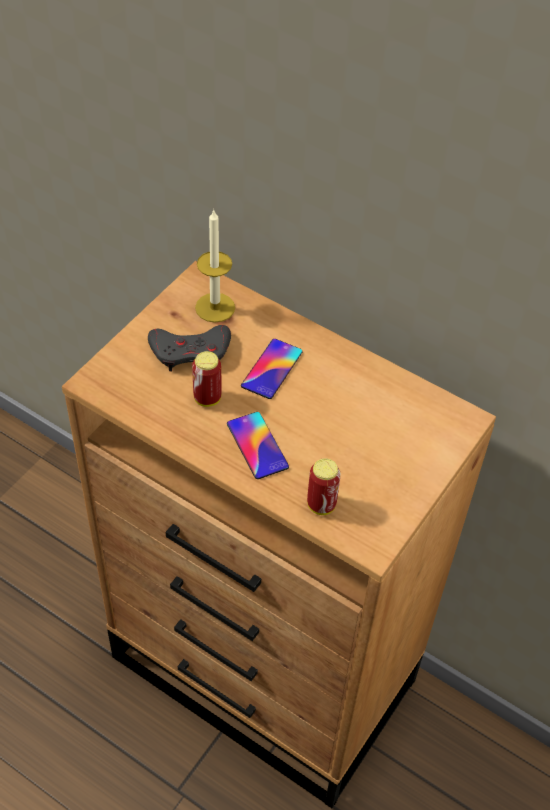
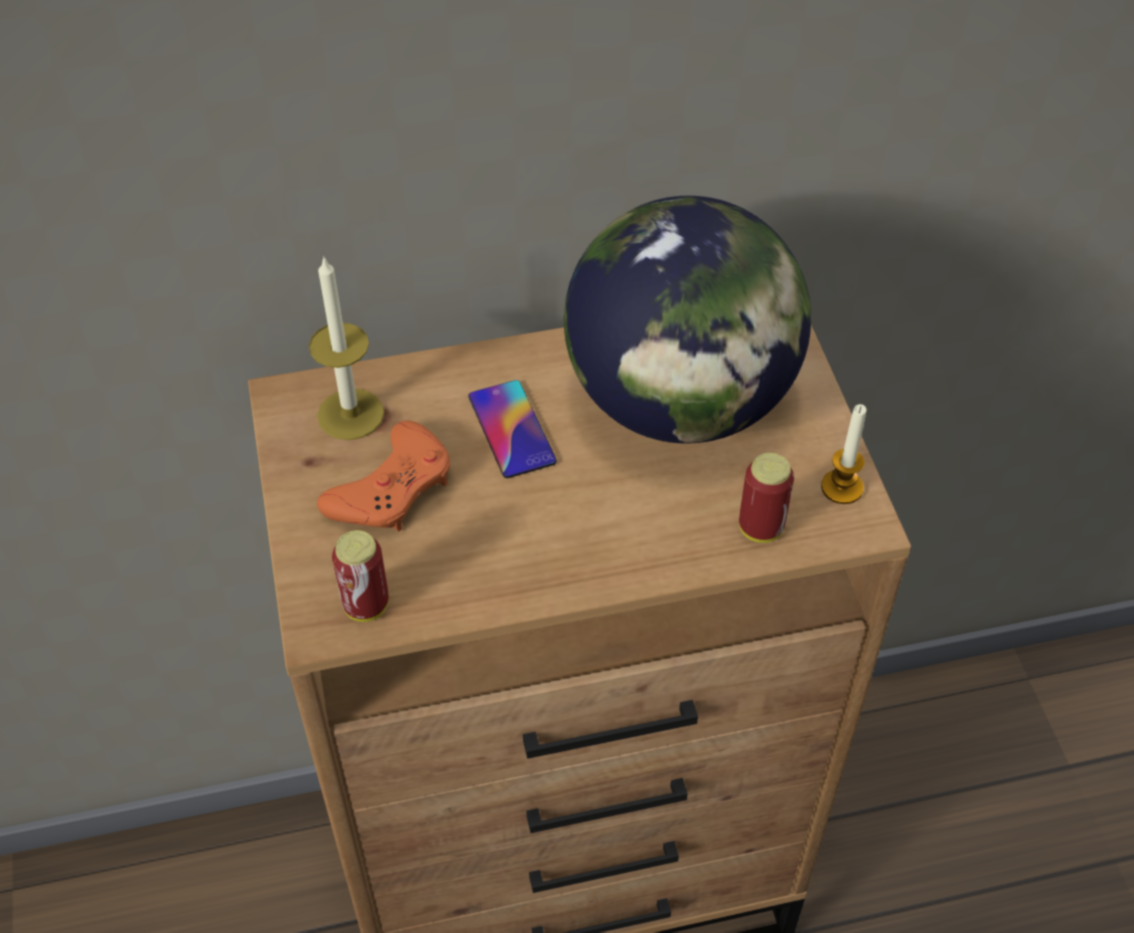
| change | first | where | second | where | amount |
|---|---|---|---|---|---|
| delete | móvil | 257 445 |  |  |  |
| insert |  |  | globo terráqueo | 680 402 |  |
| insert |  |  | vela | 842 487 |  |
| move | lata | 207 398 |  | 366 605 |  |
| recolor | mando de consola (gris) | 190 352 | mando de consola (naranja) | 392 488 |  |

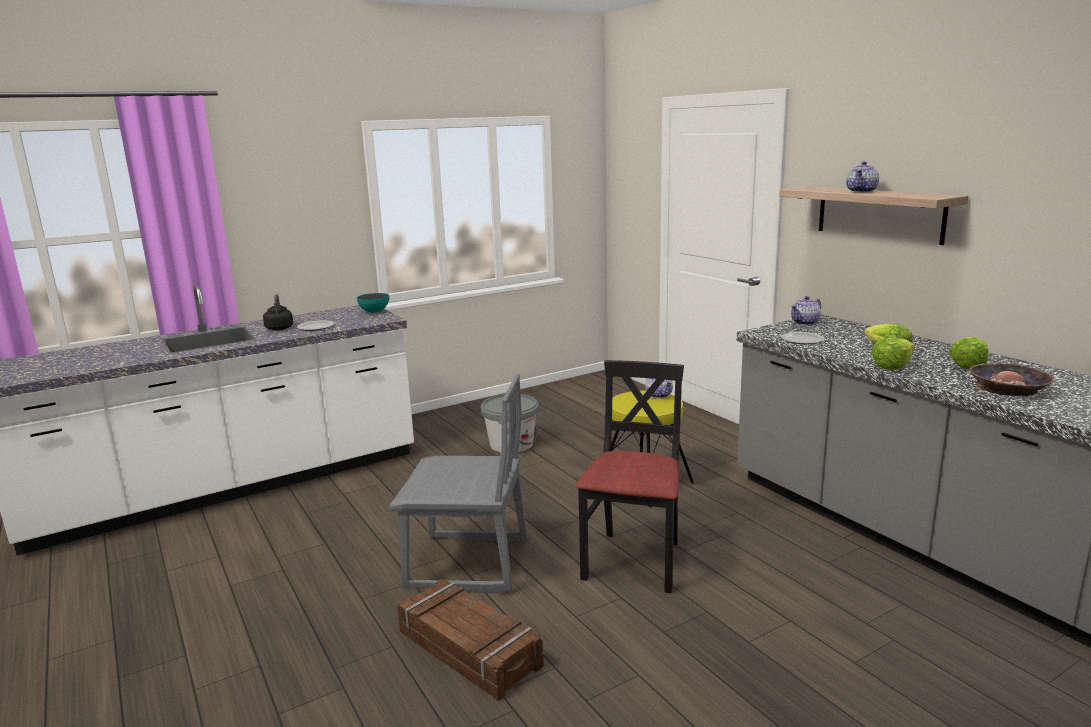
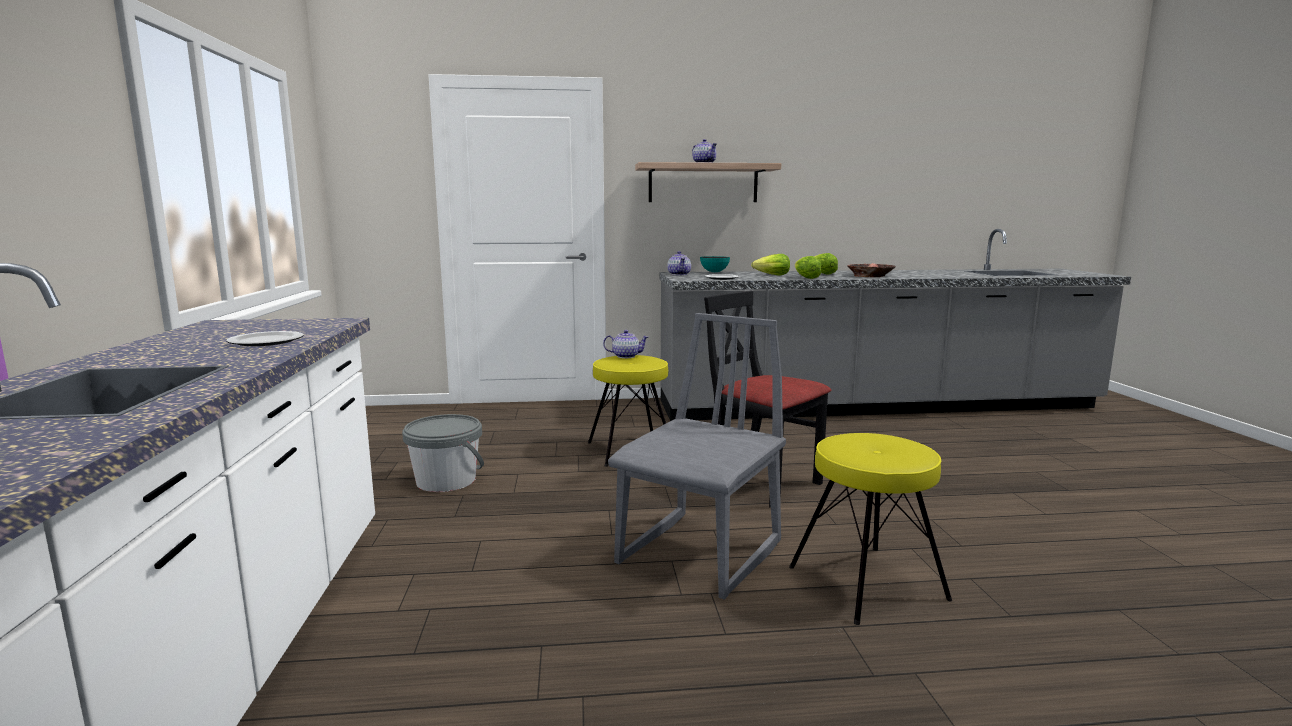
| change | first | where | second | where | amount |
|---|---|---|---|---|---|
| delete | hervidor (negro) | 279 328 |  |  |  |
| move | cuenco | 374 312 |  | 714 272 |  |
| replace | caja de embalaje | 468 649 | taburete (amarillo) | 868 583 |  |

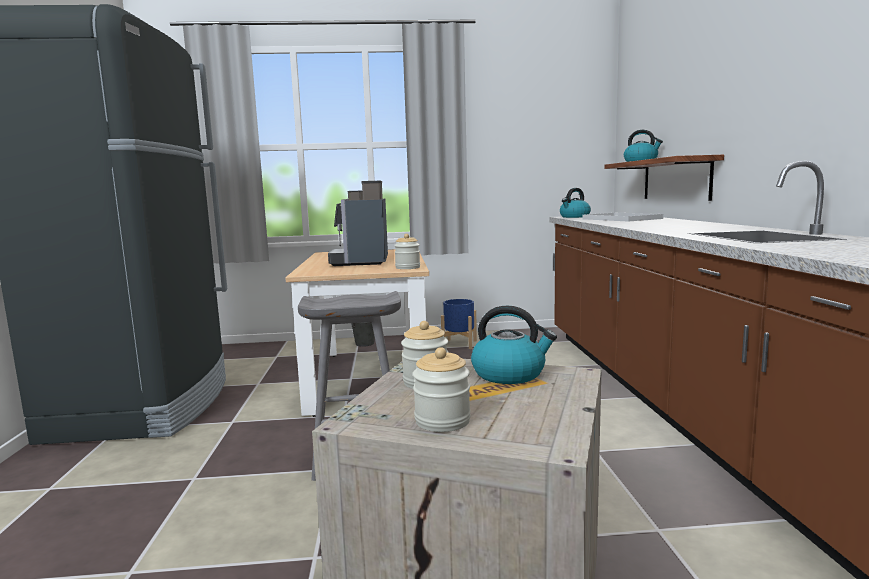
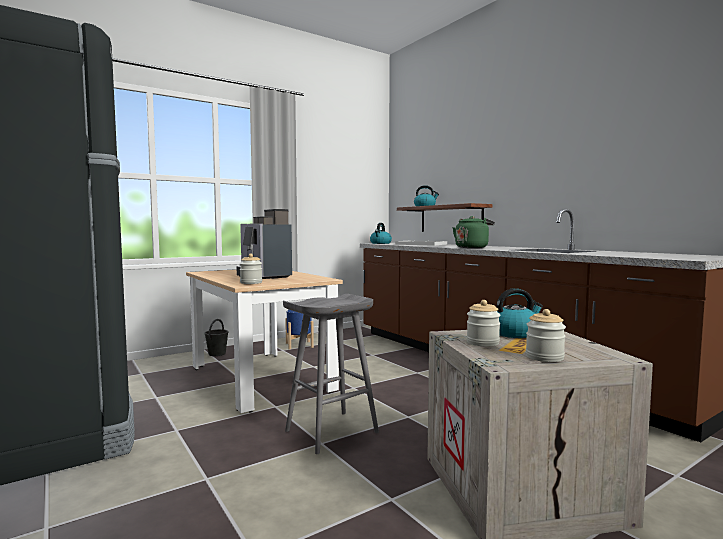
| change | first | where | second | where | amount |
|---|---|---|---|---|---|
| insert |  |  | hervidor (verde) | 472 247 |  |
| move | tarro | 407 267 |  | 251 283 |  |

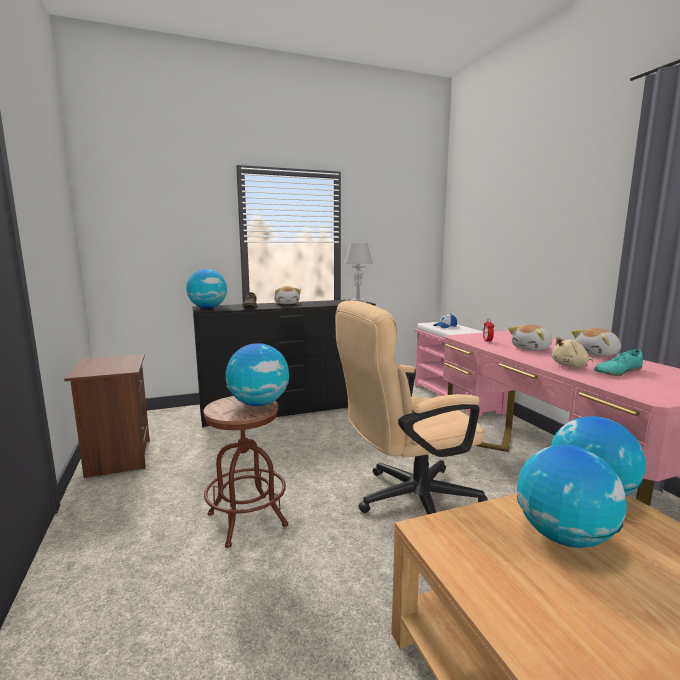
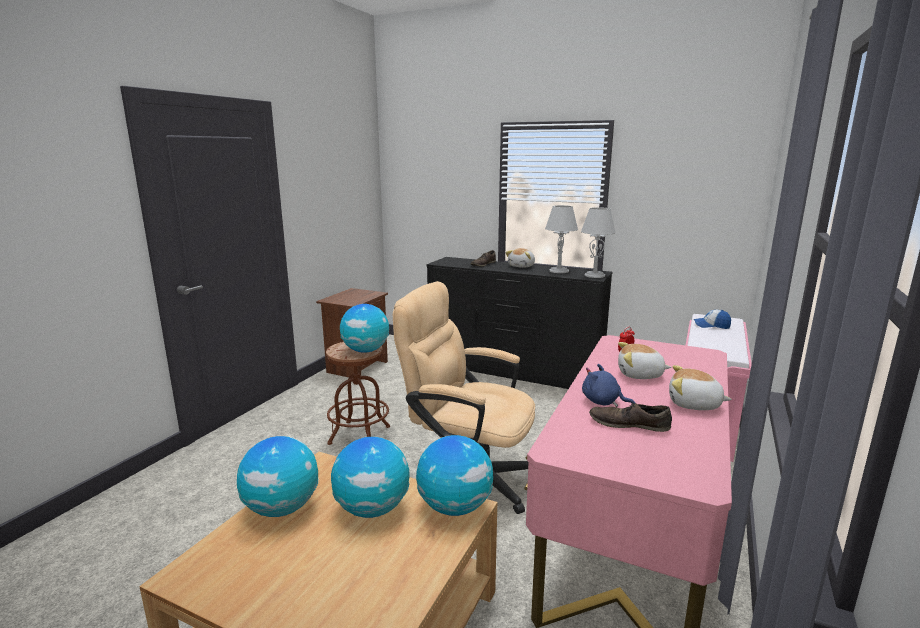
| change | first | where | second | where | amount |
|---|---|---|---|---|---|
| insert |  |  | lámpara de mesa (gris) | 559 271 |  |
| move | globo terráqueo | 208 308 |  | 282 508 |  |
| recolor | peluche (beis) | 571 366 | peluche (azul) | 603 402 |  |
| recolor | zapato (turquesa) | 617 372 | zapato (marrón) | 628 424 |  |

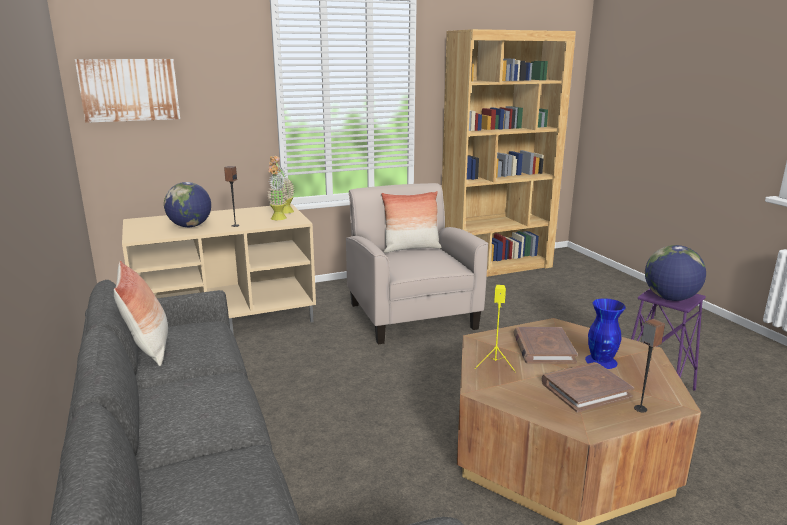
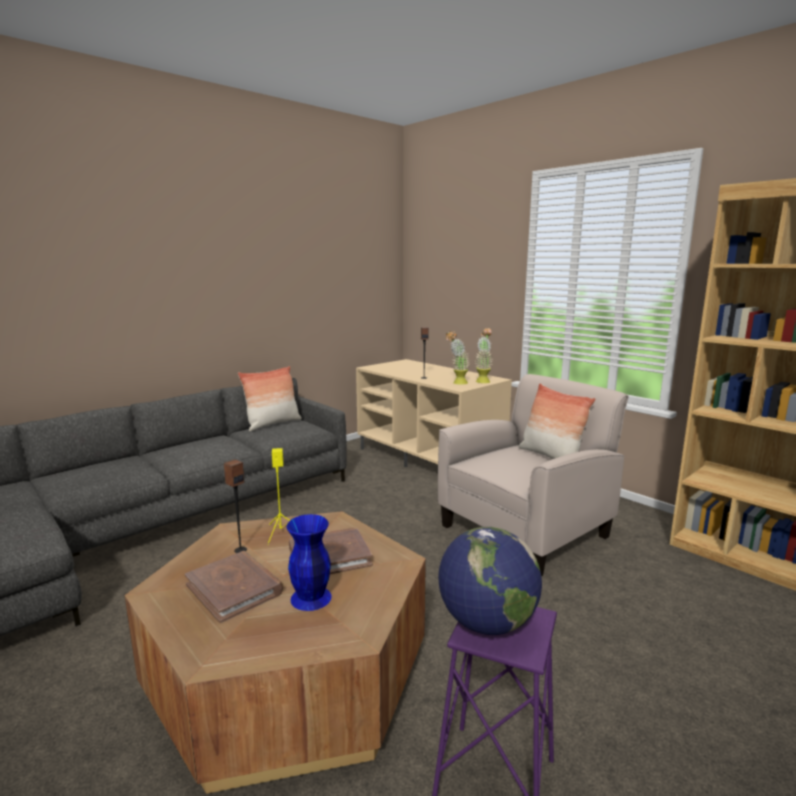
| change | first | where | second | where | amount |
|---|---|---|---|---|---|
| delete | cuadro | 129 90 |  |  |  |
| delete | globo terráqueo | 190 226 |  |  |  |
| move | altavoz | 640 409 |  | 240 550 |  |

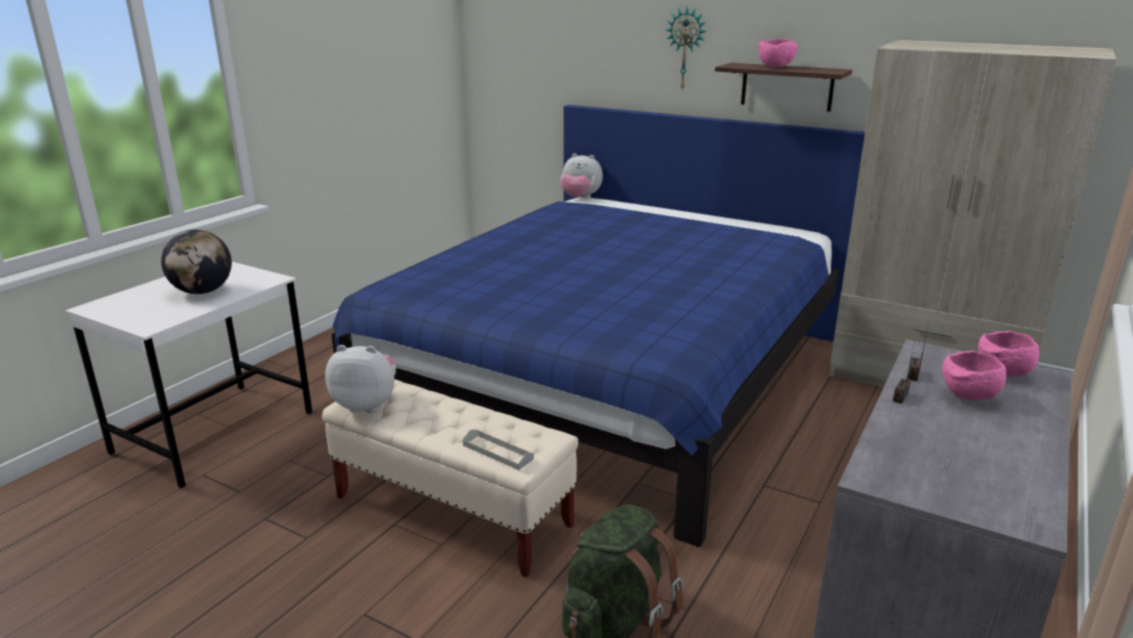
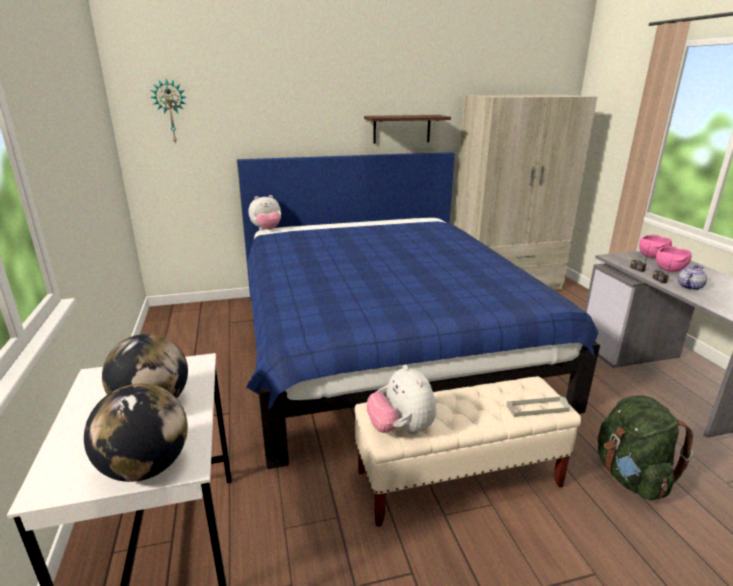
| change | first | where | second | where | amount |
|---|---|---|---|---|---|
| delete | cuenco (rosa) | 776 67 |  |  |  |
| insert |  |  | globo terráqueo | 146 467 |  |
| insert |  |  | tetera | 689 287 |  |
| move | reloj de pared | 686 49 |  | 171 111 |  |
| rotate | peluche | 367 405 |  | 401 429 | 75 degrees counterclockwise |

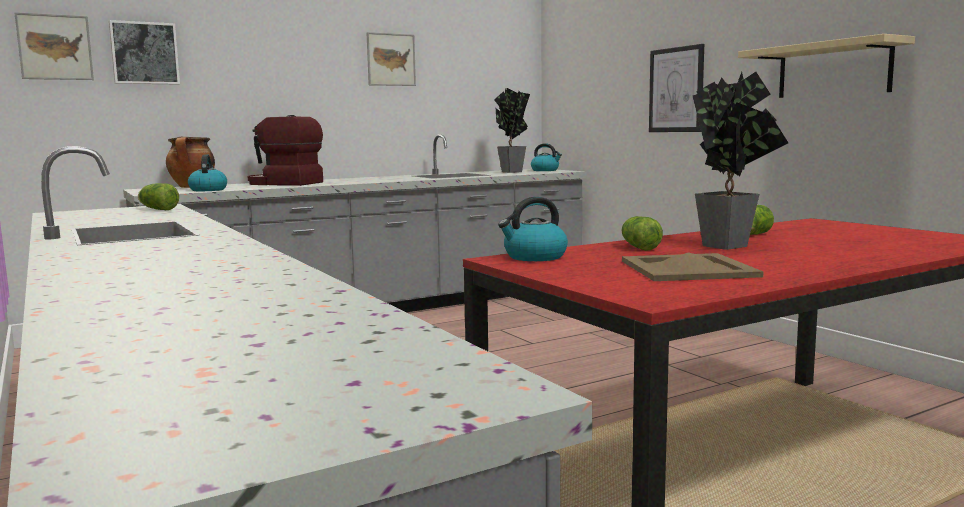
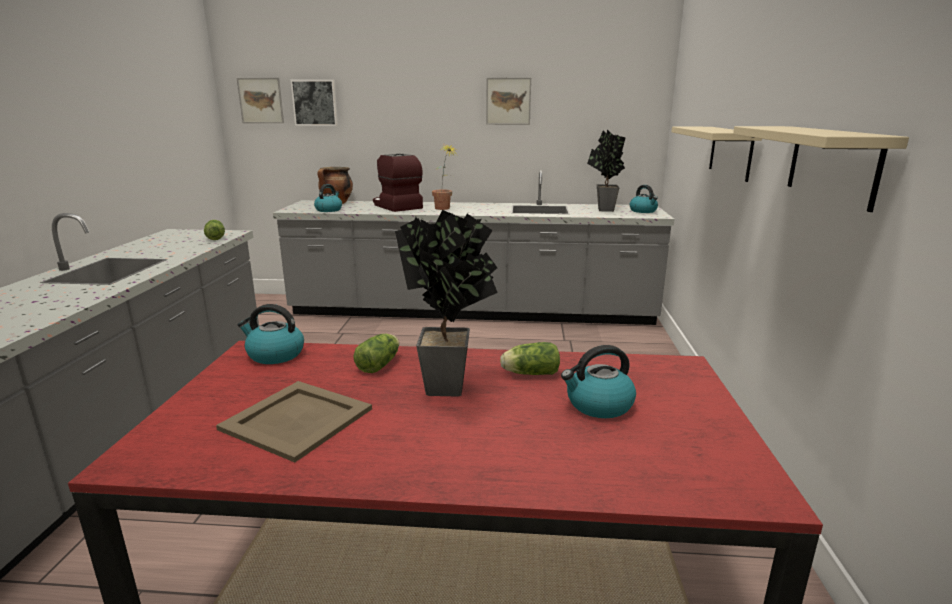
| change | first | where | second | where | amount |
|---|---|---|---|---|---|
| insert |  |  | planta en maceta | 444 209 |  |
| insert |  |  | hervidor | 598 405 |  |
| replace | cuadro | 676 90 | estante (beis) | 730 152 |  |

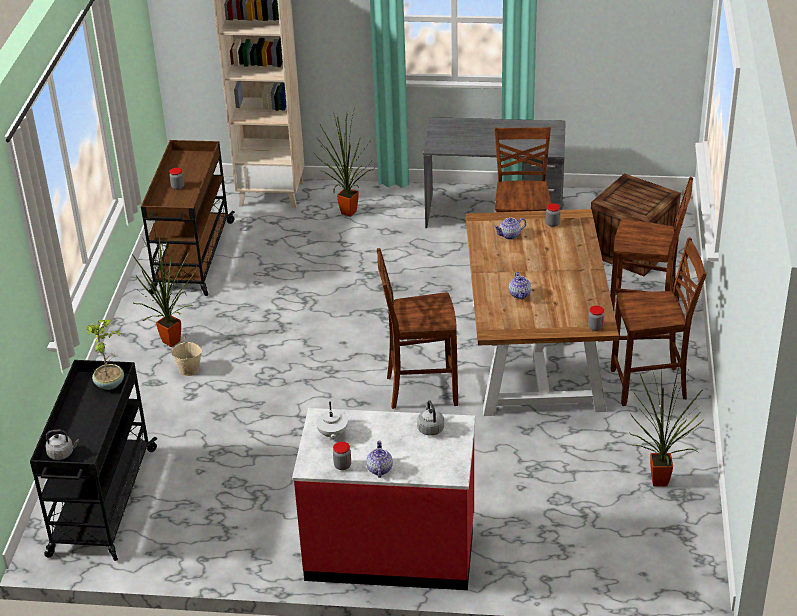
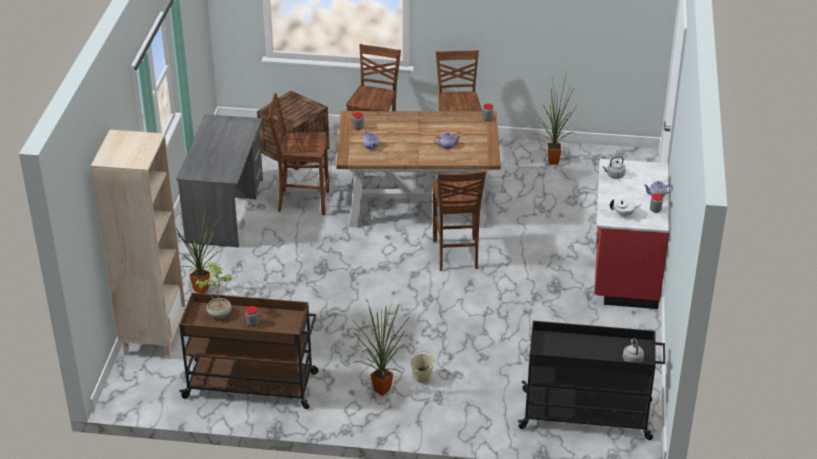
| change | first | where | second | where | amount |
|---|---|---|---|---|---|
| move | planta en maceta | 110 383 |  | 219 313 |  |

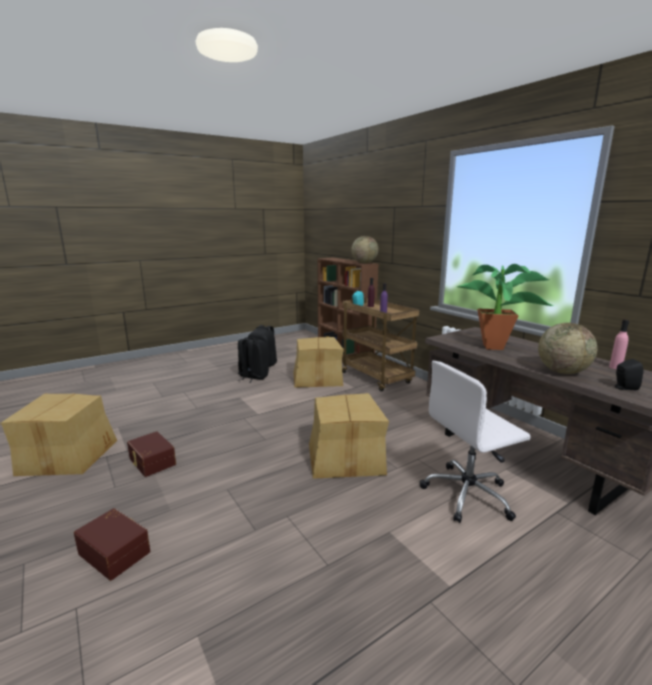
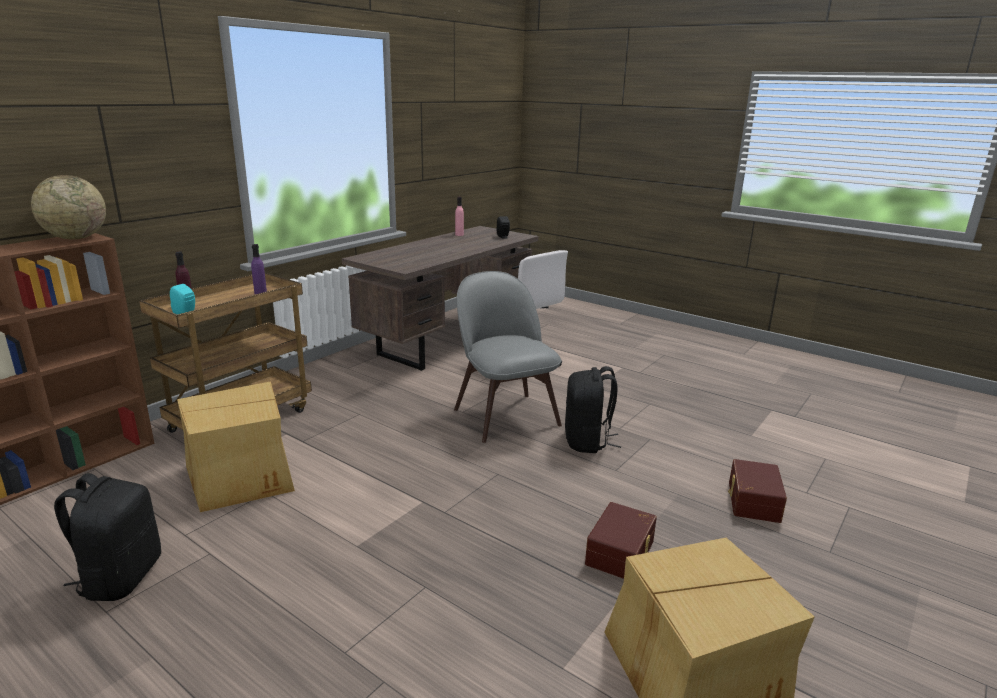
| change | first | where | second | where | amount |
|---|---|---|---|---|---|
| delete | planta en maceta | 498 348 |  |  |  |
| delete | globo terráqueo | 562 372 |  |  |  |
| move | mochila (negro) | 252 377 |  | 587 442 |  |
| replace | caja de cartón | 345 458 | silla (gris) | 504 415 |  |

